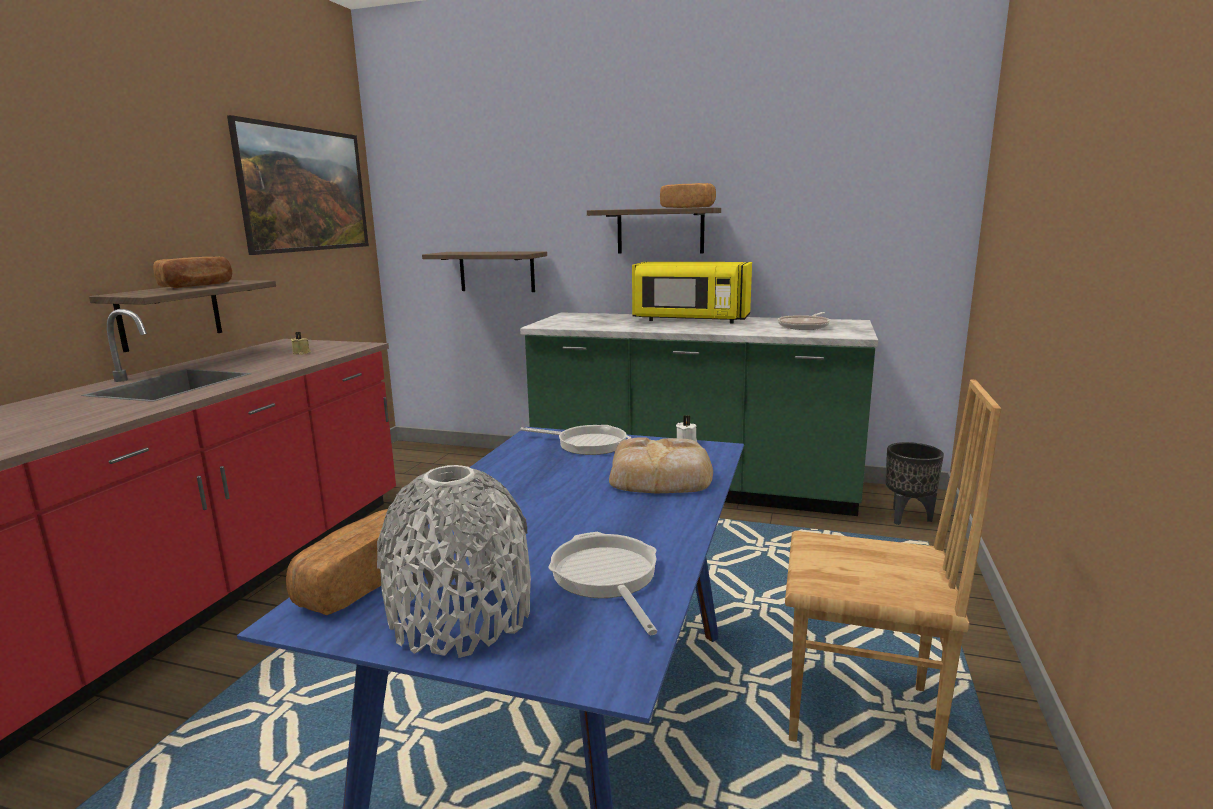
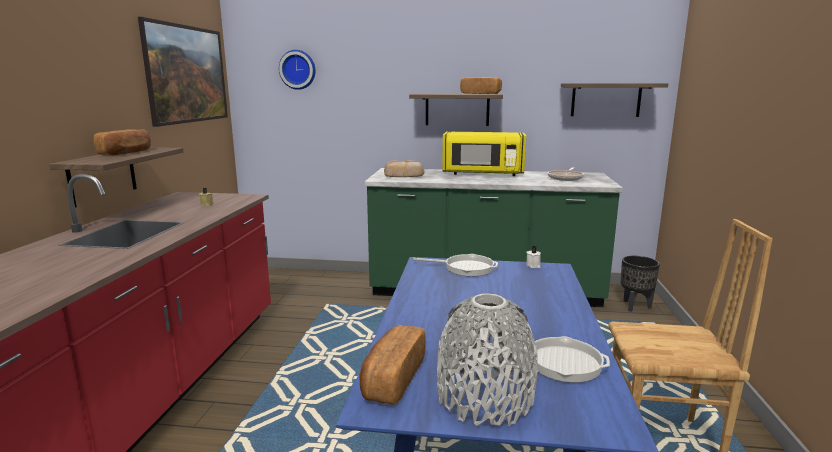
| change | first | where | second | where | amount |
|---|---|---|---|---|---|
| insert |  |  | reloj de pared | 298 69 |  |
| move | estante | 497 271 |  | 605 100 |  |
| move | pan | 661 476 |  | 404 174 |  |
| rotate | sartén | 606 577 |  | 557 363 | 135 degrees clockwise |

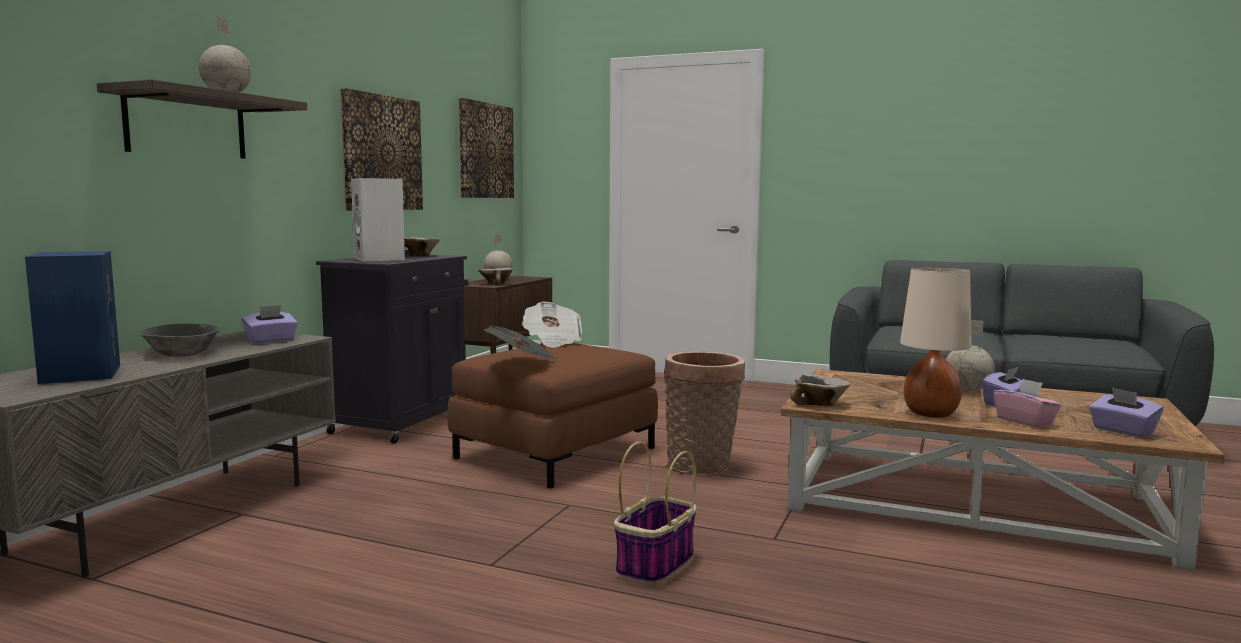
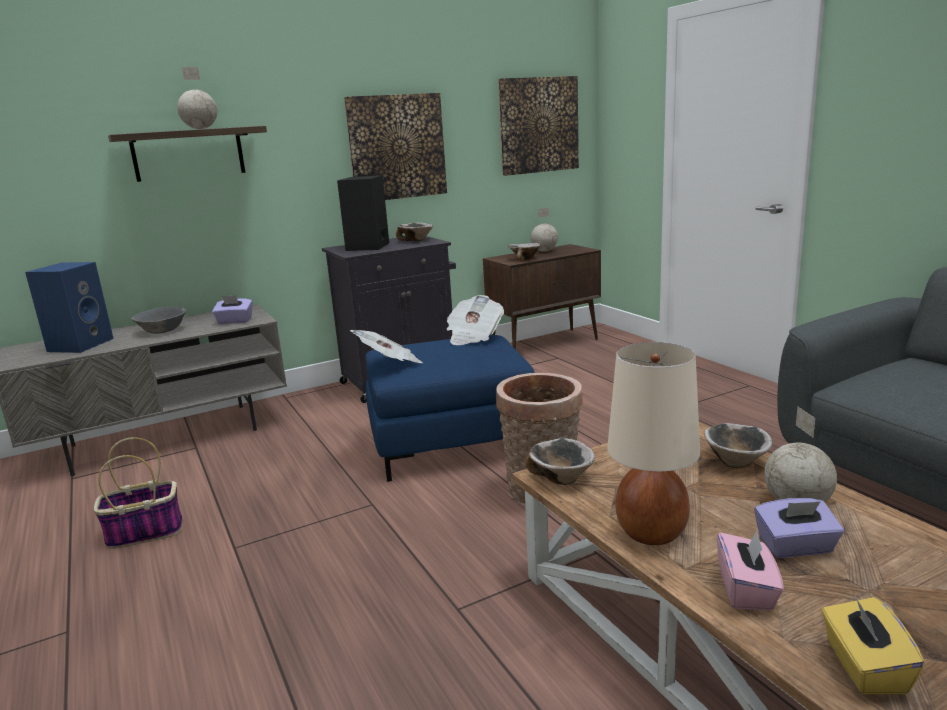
| change | first | where | second | where | amount |
|---|---|---|---|---|---|
| insert |  |  | cuenco | 736 461 |  |
| move | cesta | 655 565 |  | 143 533 |  |
| recolor | altavoz (blanco) | 380 259 | altavoz (negro) | 368 247 |  |
| recolor | puf (marrón) | 555 453 | puf (azul) | 451 442 |  |
| recolor | caja de pañuelos (morado) | 1122 431 | caja de pañuelos (amarillo) | 864 667 |  |

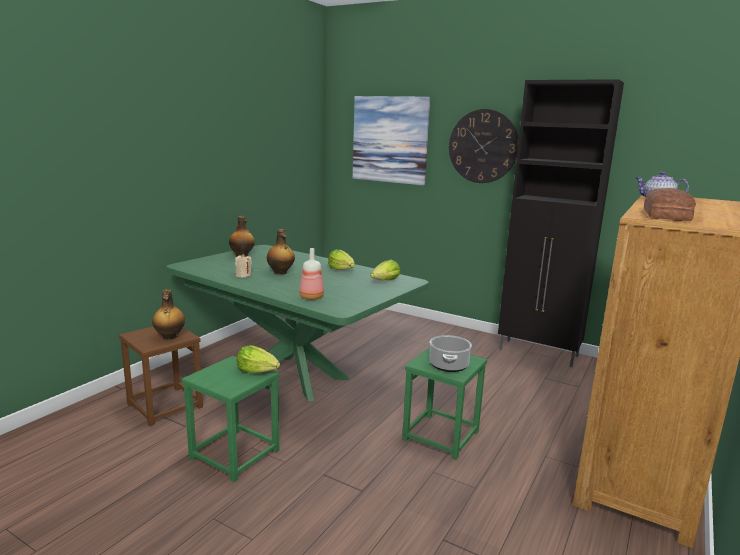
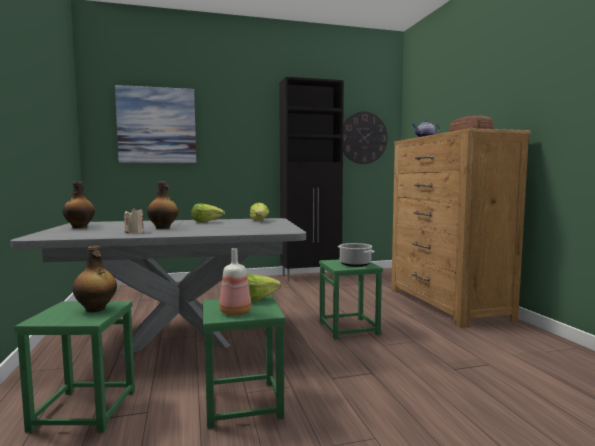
| change | first | where | second | where | amount |
|---|---|---|---|---|---|
| move | botella | 311 298 |  | 236 312 |  |
| move | reloj de pared | 483 146 |  | 363 138 |  |
| recolor | taburete (marrón) | 164 406 | taburete (verde) | 83 411 |  |
| recolor | mesa de comedor (verde) | 295 376 | mesa de comedor (gris) | 180 338 |  |

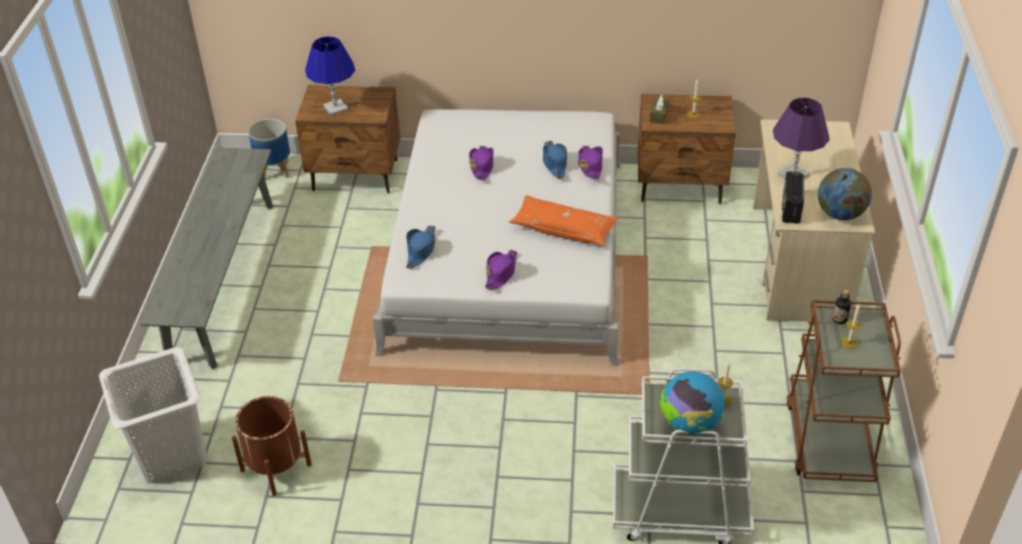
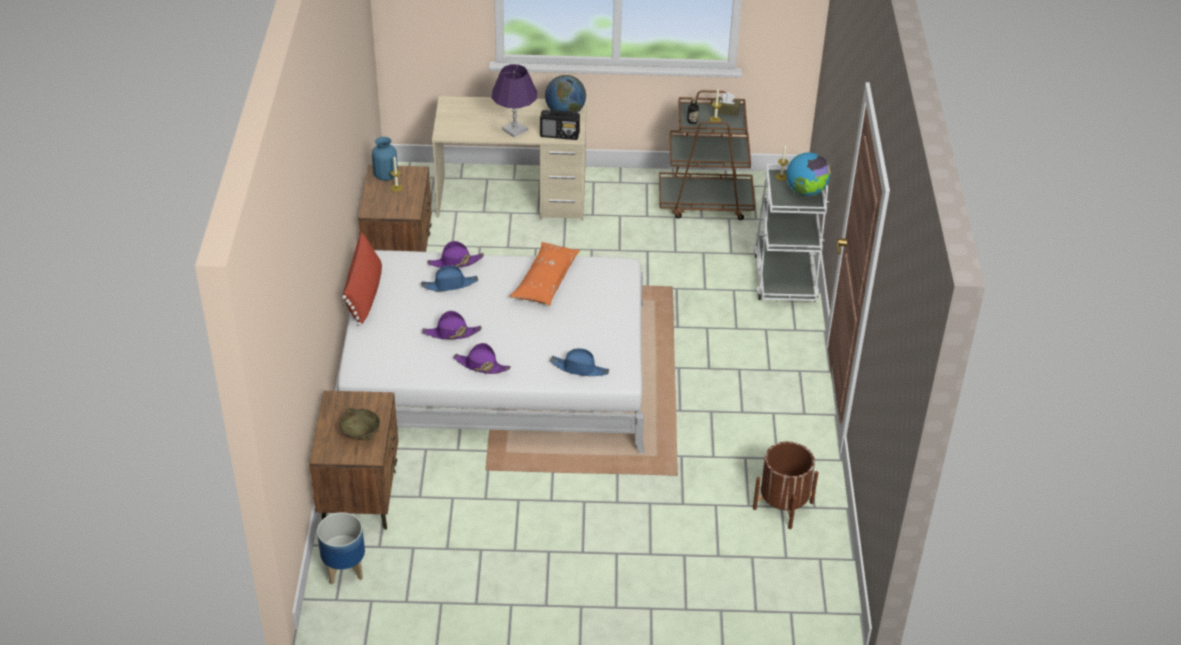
| change | first | where | second | where | amount |
|---|---|---|---|---|---|
| delete | cesto de la ropa (blanco) | 170 453 |  |  |  |
| delete | banco (gris) | 223 280 |  |  |  |
| insert |  |  | cojín (rojo) | 364 294 |  |
| insert |  |  | florero (azul) | 386 175 |  |
| move | sombrero (morado) | 501 273 |  | 481 365 |  |
| move | caja de pañuelos (marrón) | 659 115 |  | 726 110 |  |
| replace | lámpara de mesa (azul) | 335 108 | cuenco (beis) | 361 434 |  |

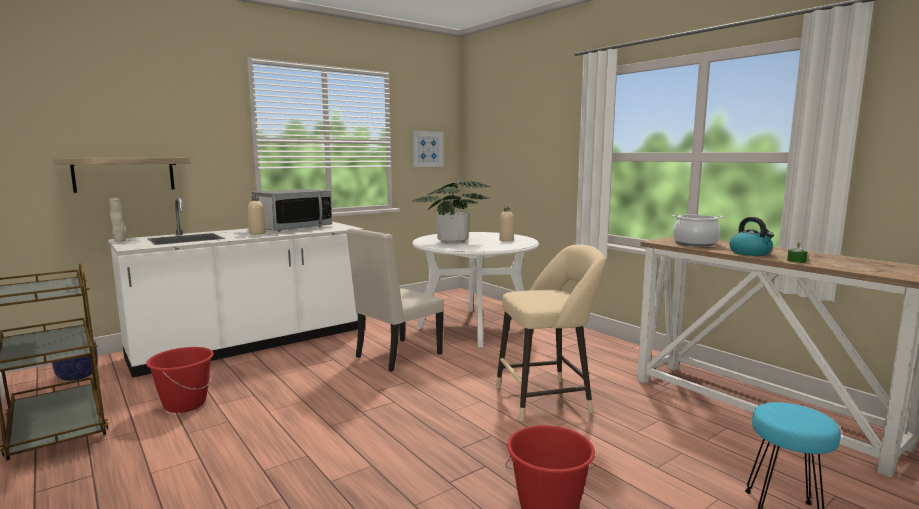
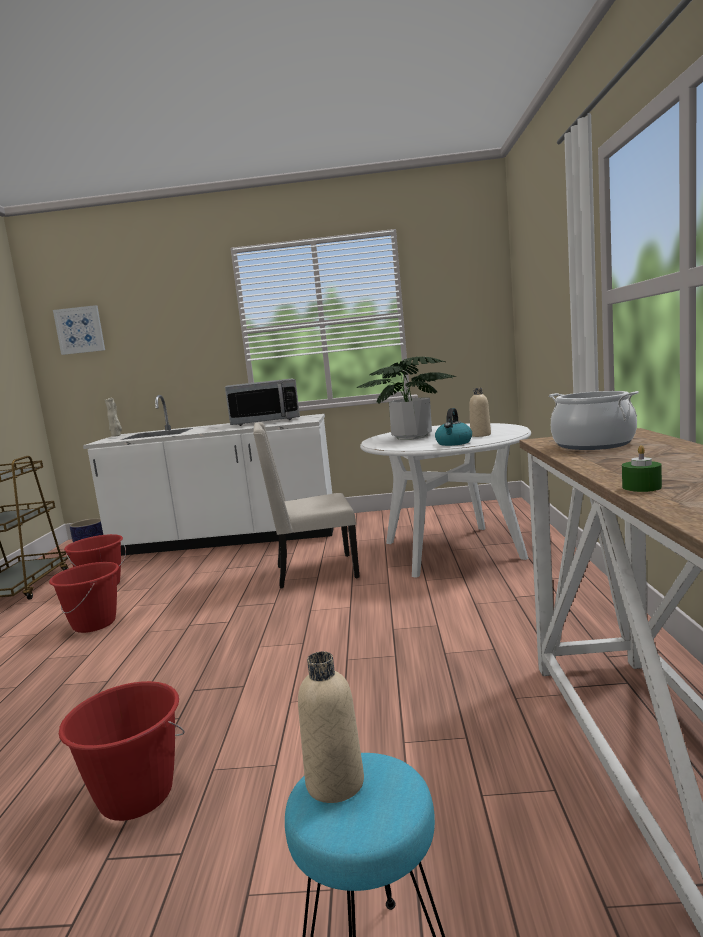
| change | first | where | second | where | amount |
|---|---|---|---|---|---|
| delete | estante | 124 174 |  |  |  |
| delete | taburete (beis) | 547 399 |  |  |  |
| insert |  |  | cubo (rojo) | 94 624 |  |
| move | botella (beis) | 257 233 |  | 335 783 |  |
| move | cuadro | 427 149 |  | 80 330 |  |
| move | hervidor | 750 253 |  | 454 443 |  |

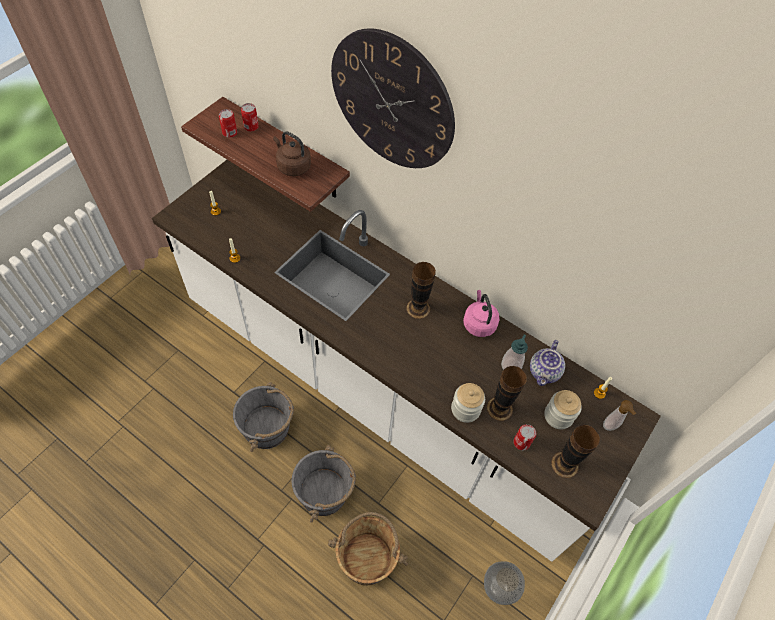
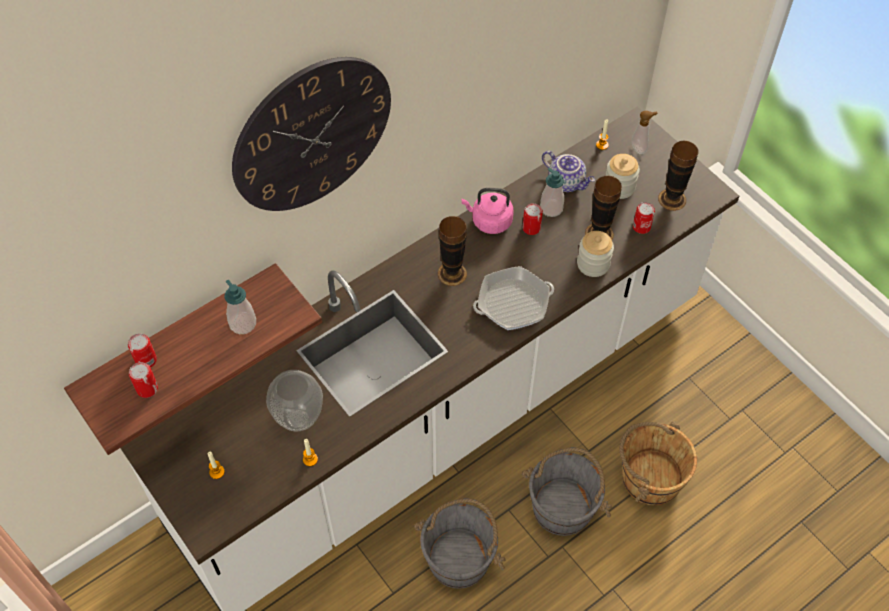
| change | first | where | second | where | amount |
|---|---|---|---|---|---|
| insert |  |  | sartén | 513 303 |  |
| insert |  |  | lata | 531 228 |  |
| move | florero | 498 588 |  | 298 418 |  |
| replace | hervidor (marrón) | 292 166 | dispensador de jabón | 243 323 |  |

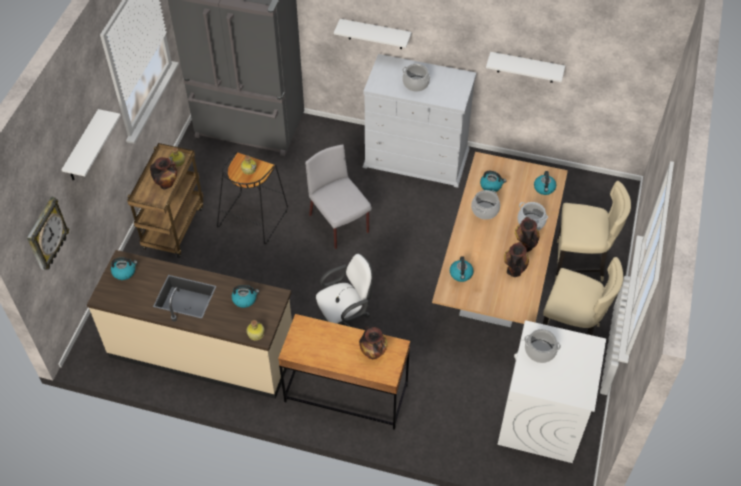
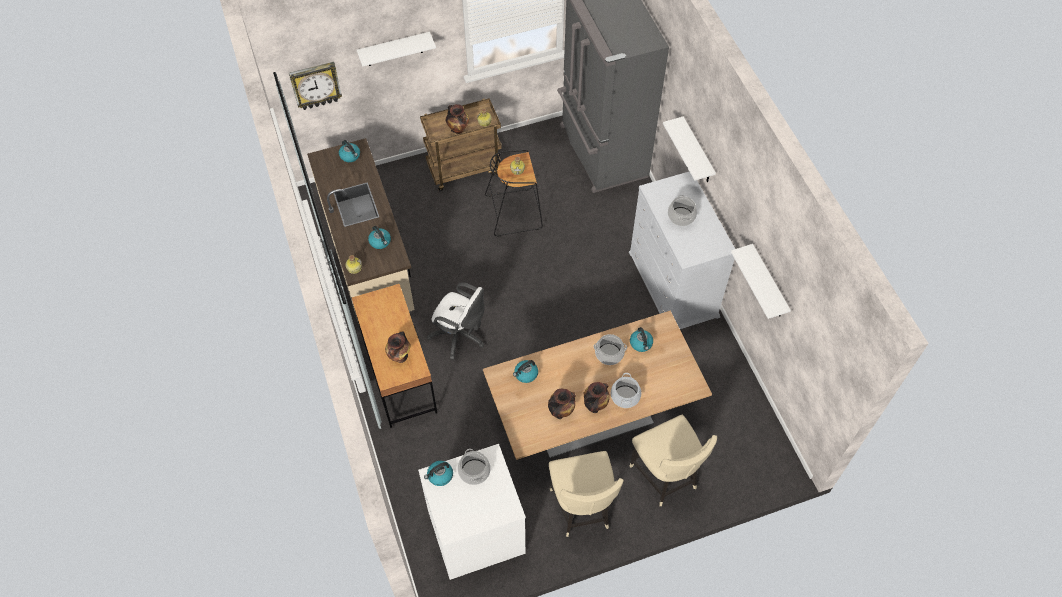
| change | first | where | second | where | amount |
|---|---|---|---|---|---|
| delete | silla (gris) | 339 224 |  |  |  |
| move | hervidor | 544 188 |  | 440 476 |  |

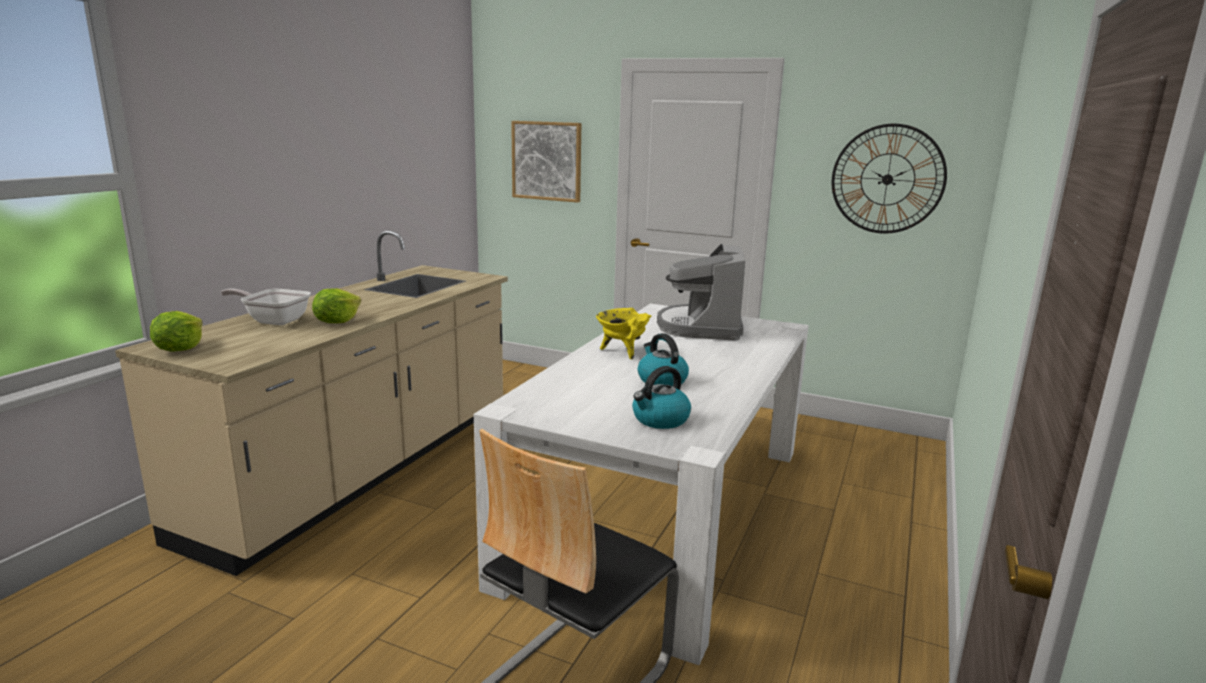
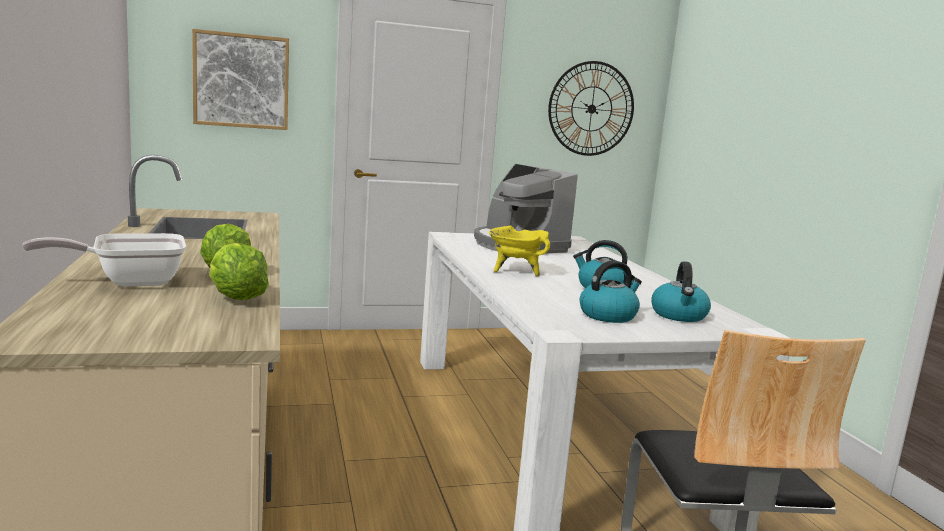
| change | first | where | second | where | amount |
|---|---|---|---|---|---|
| insert |  |  | hervidor | 608 315 |  |
| move | lechuga | 180 349 |  | 236 298 |  |

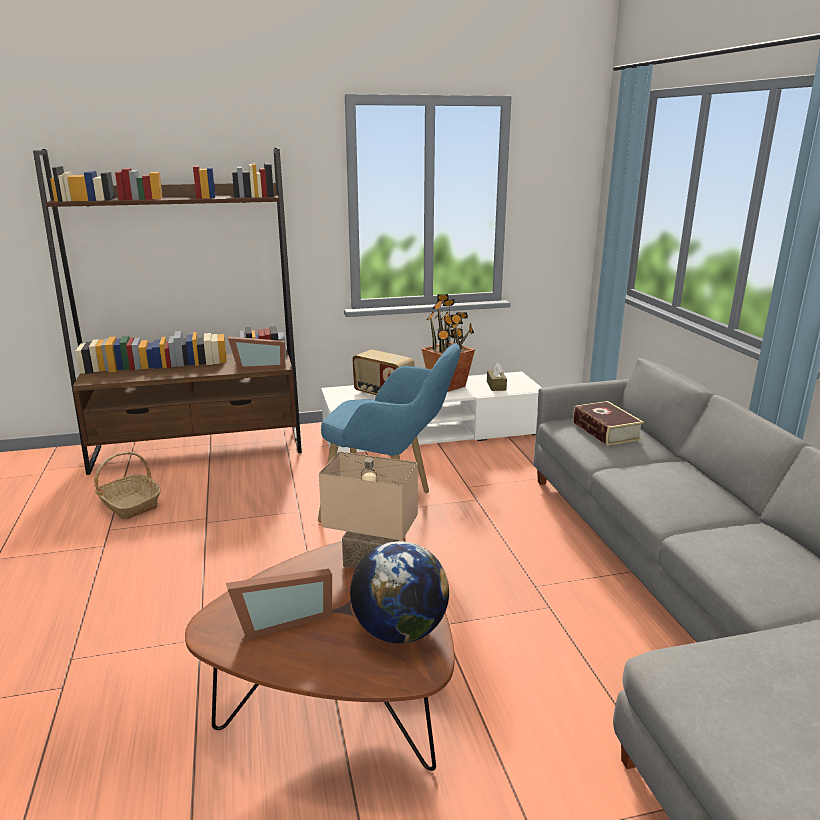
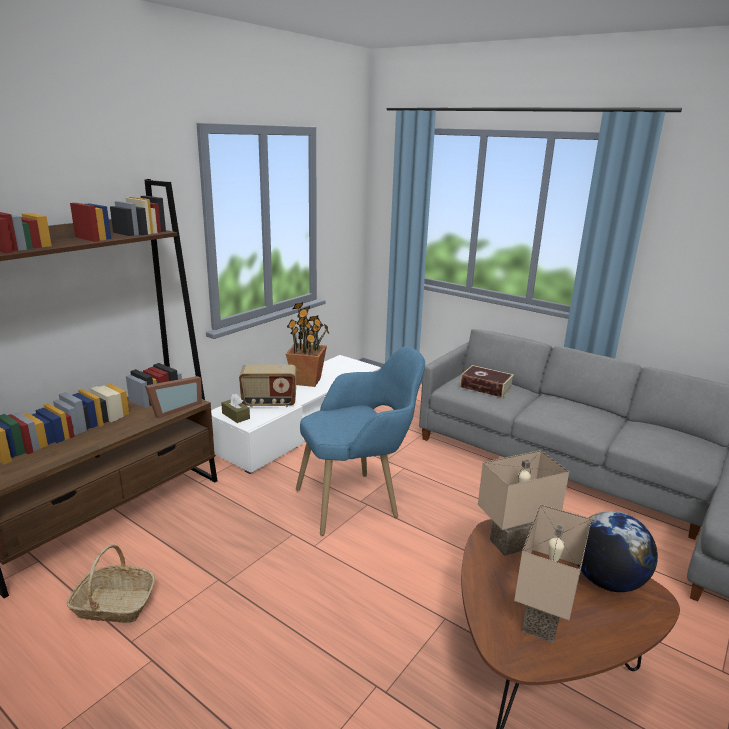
| change | first | where | second | where | amount |
|---|---|---|---|---|---|
| move | caja de pañuelos (marrón) | 496 386 |  | 236 416 |  |
| replace | portarretratos | 281 620 | lámpara de mesa (beis) | 539 618 |  |

